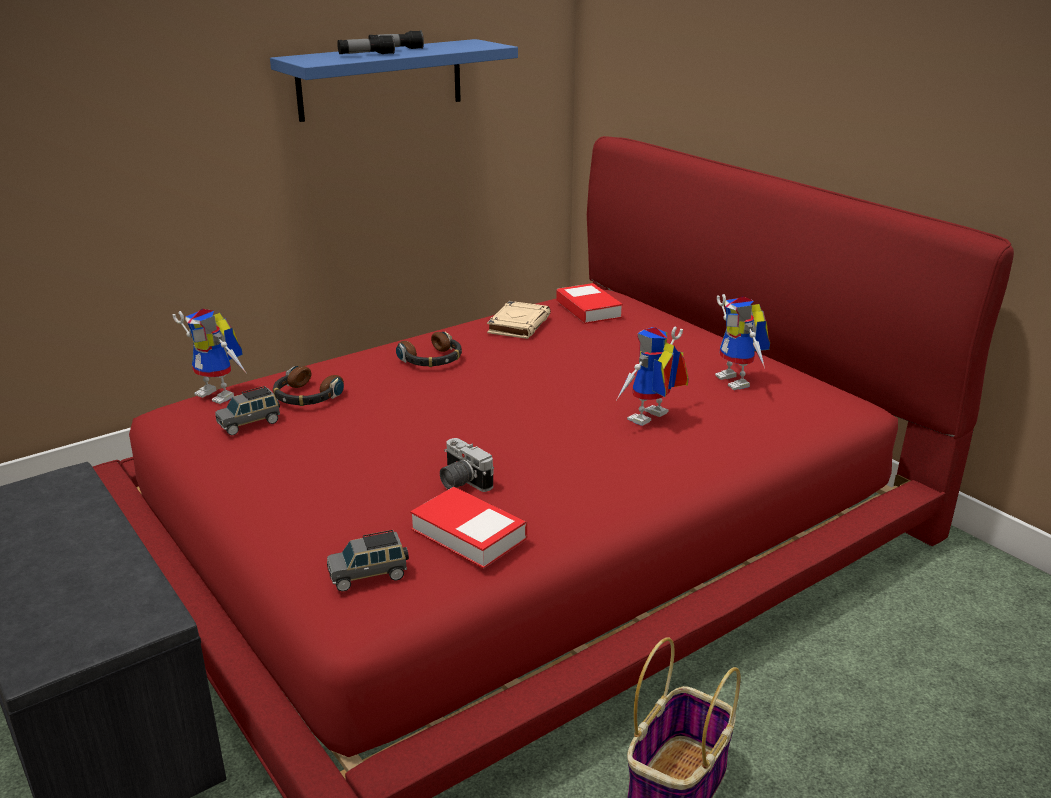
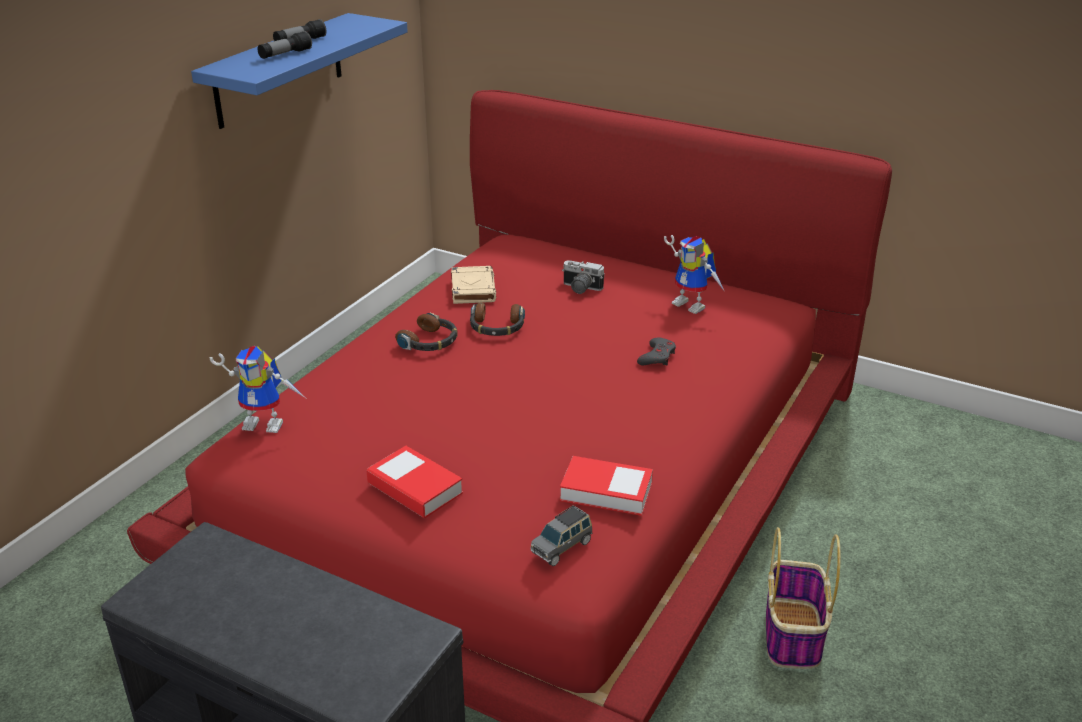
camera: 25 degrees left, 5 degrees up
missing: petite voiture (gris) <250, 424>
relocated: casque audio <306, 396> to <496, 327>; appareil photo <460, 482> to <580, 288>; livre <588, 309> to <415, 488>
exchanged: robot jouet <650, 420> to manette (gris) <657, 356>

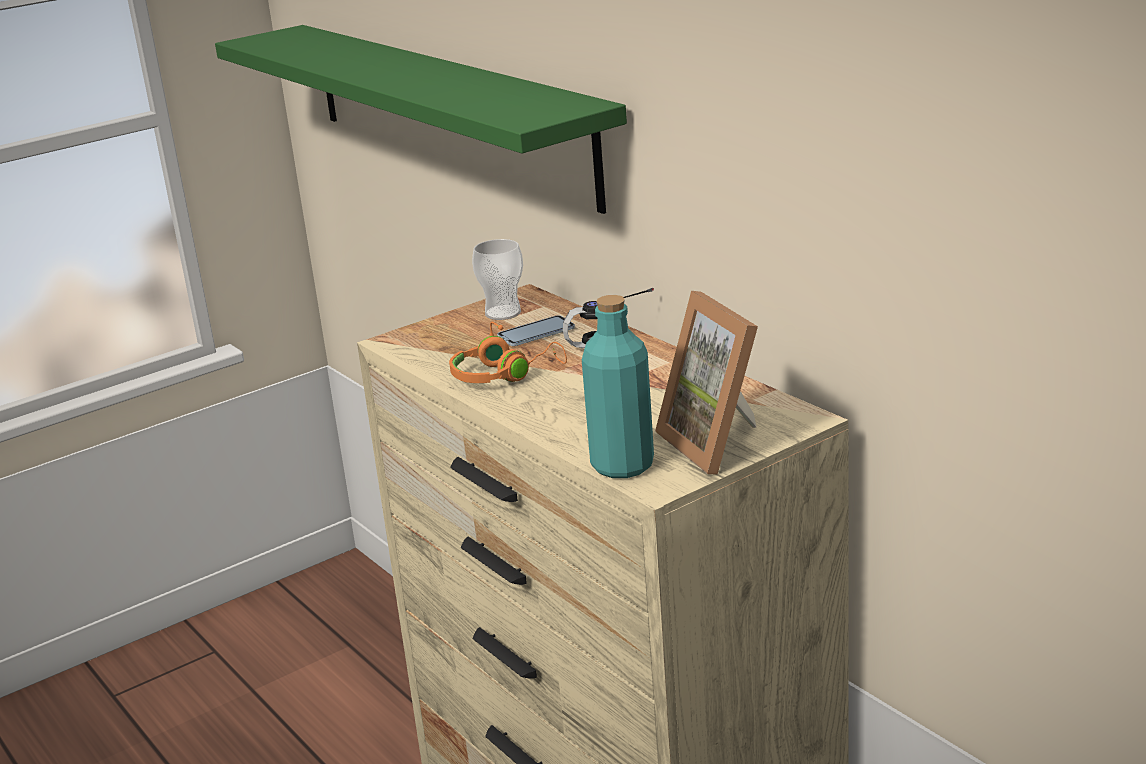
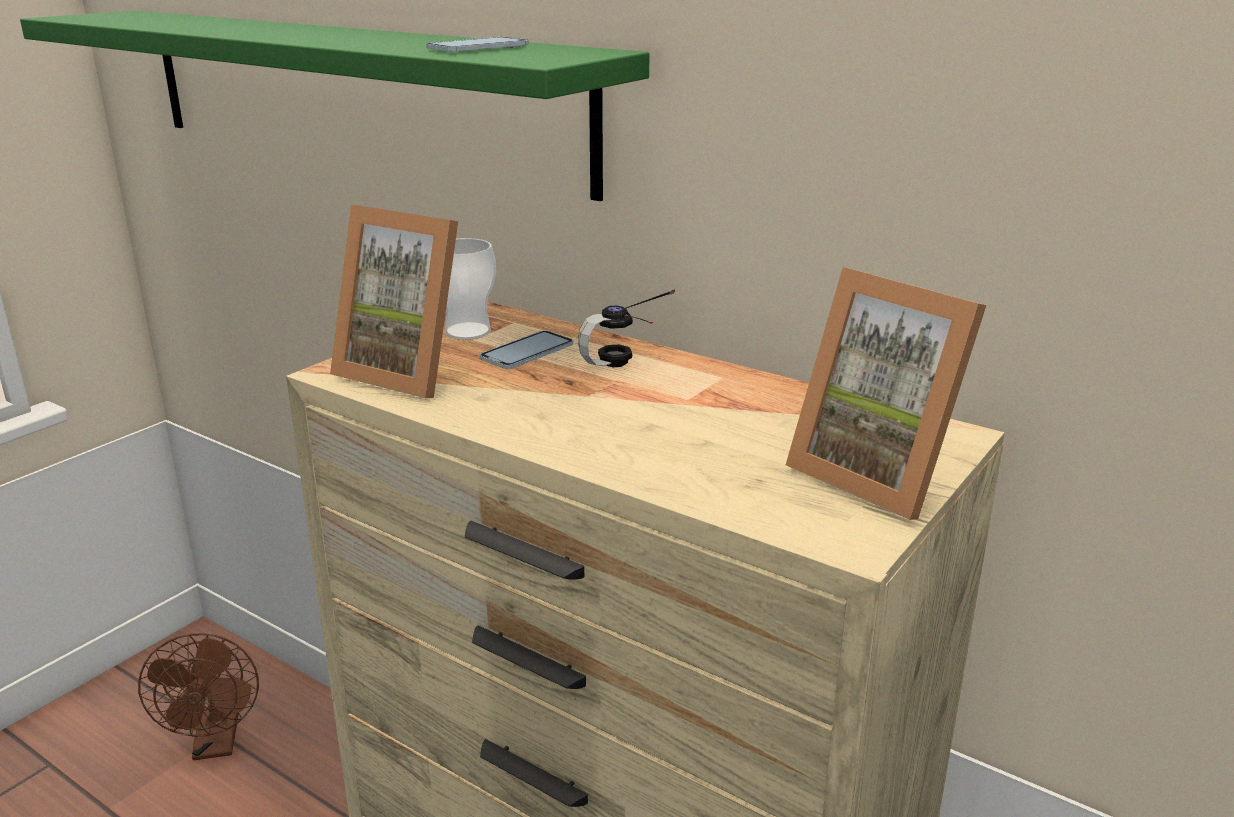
camera: 20 degrees left, 0 degrees up
missing: casque audio (orange) <504, 375>; bouteille (turquoise) <622, 465>
appeared: ventilateur (marron) <216, 744>; cadre photo <409, 372>; téléphone <478, 48>

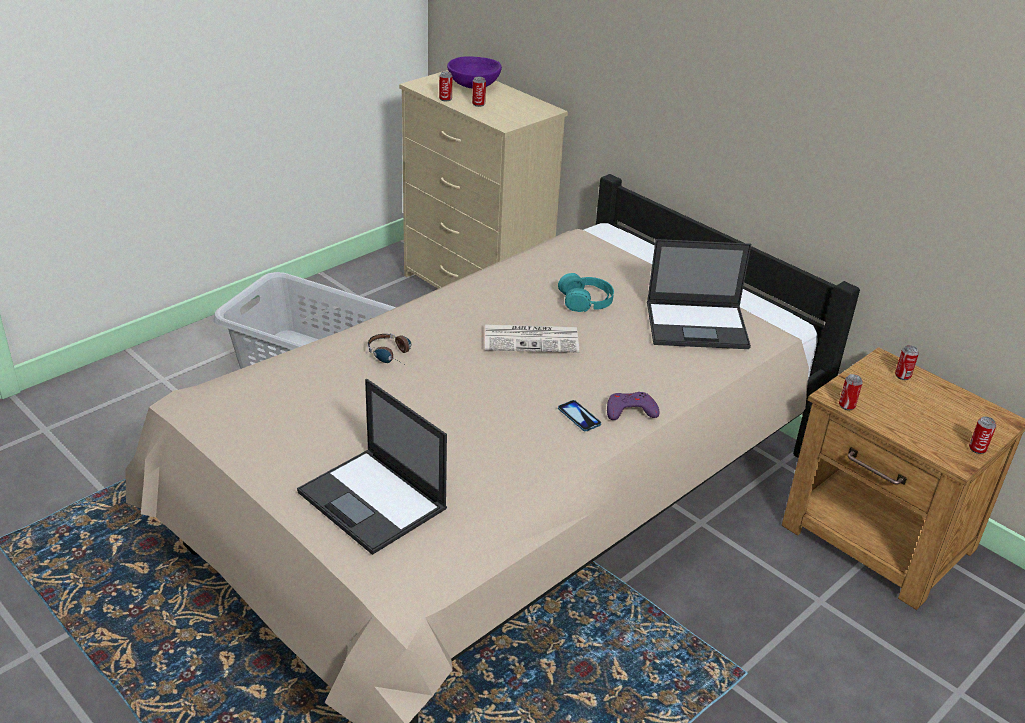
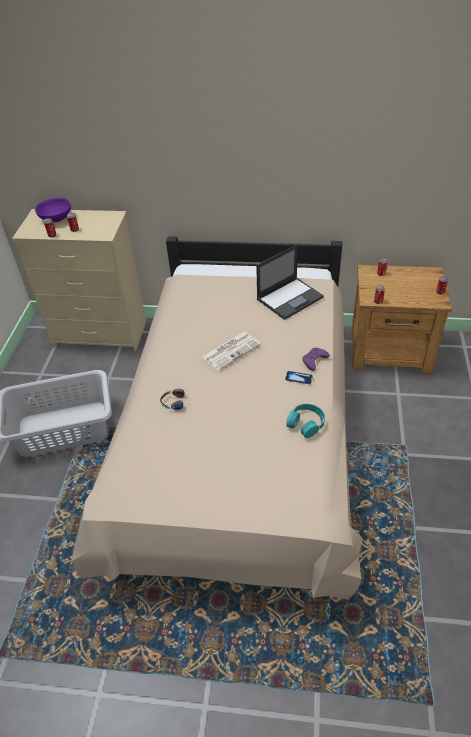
camera: 35 degrees left, 10 degrees up
missing: ordinateur portable <373, 501>
relocated: casque audio (turquoise) <586, 300> to <306, 423>

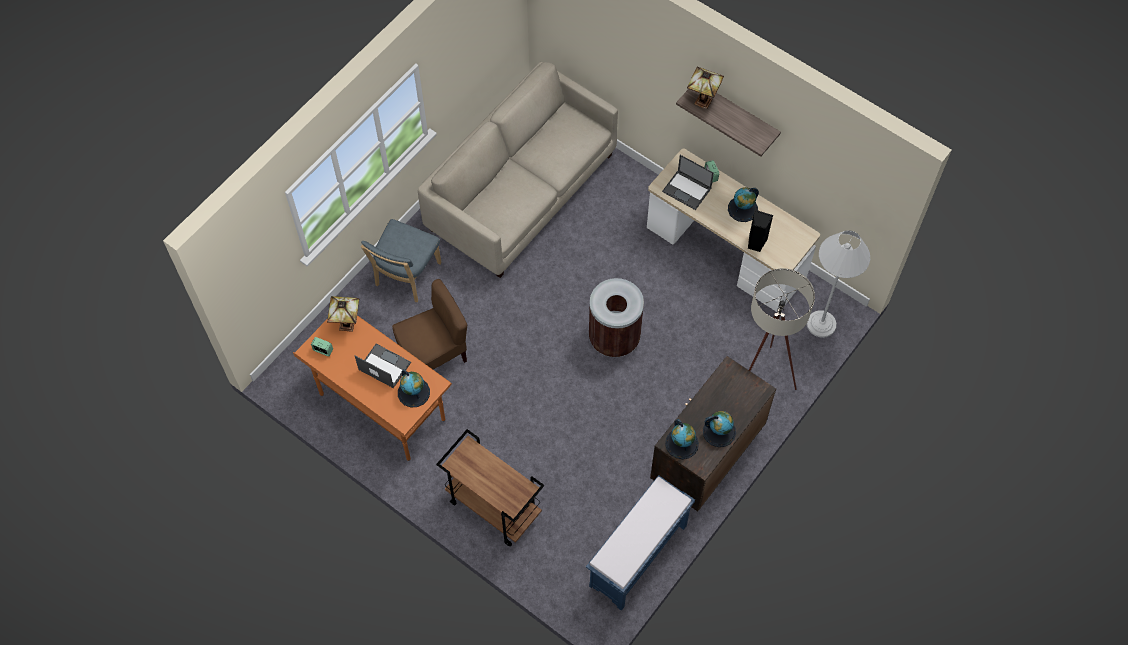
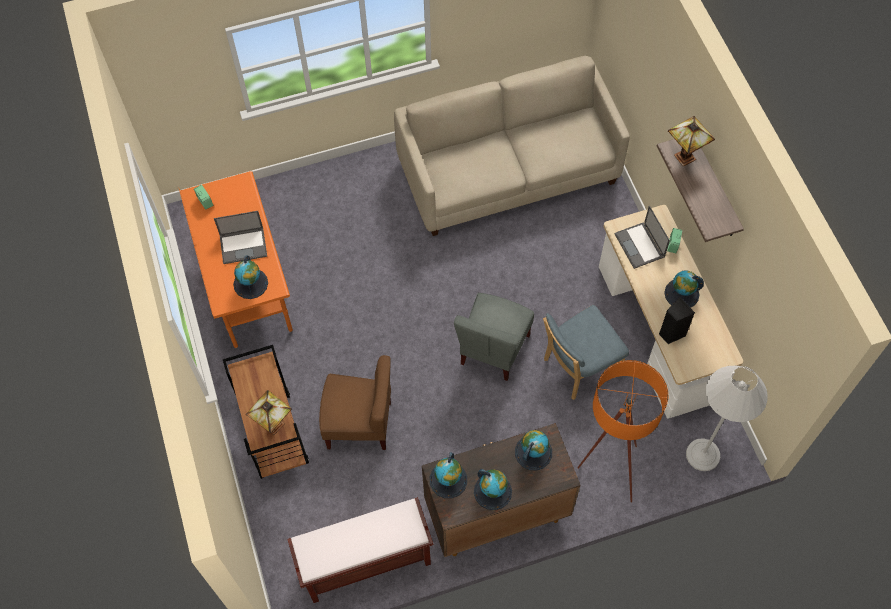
camera: 35 degrees right, 0 degrees up
appeared: globe <533, 452>
relocated: lampe de table <348, 324> to <275, 425>; chaise (bleu) <406, 276> to <578, 367>; chaise (marron) <433, 355> to <360, 424>
exchanged: poubelle (marron) <614, 338> to chaise (gris) <493, 349>
colour: banc (bleu) <637, 557> to banc (marron) <365, 563>; lampadaire (beige) <762, 377> to lampadaire (orange) <607, 470>
spun: ordinateur portable <384, 366> = <244, 245> 105 degrees clockwise

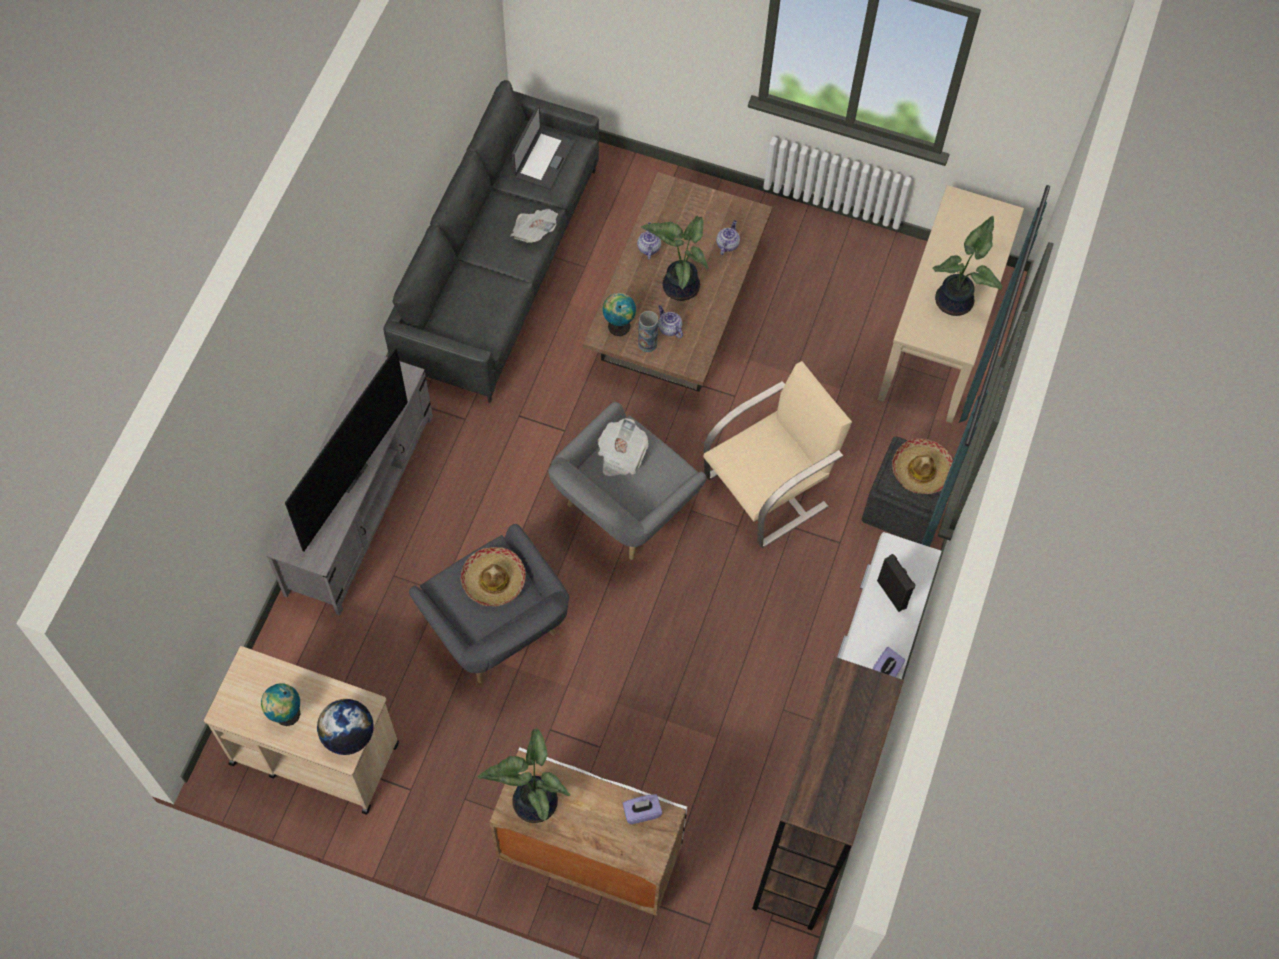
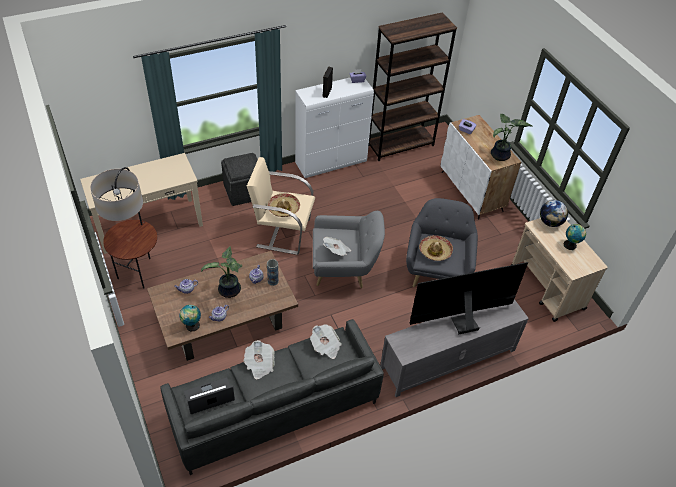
camera: 135 degrees left, 15 degrees down
missing: plante en pot <956, 301>
appeared: lampadaire <139, 272>; journal <325, 346>
relocated: globe <618, 325> to <192, 326>; chapeau <921, 471> to <283, 208>

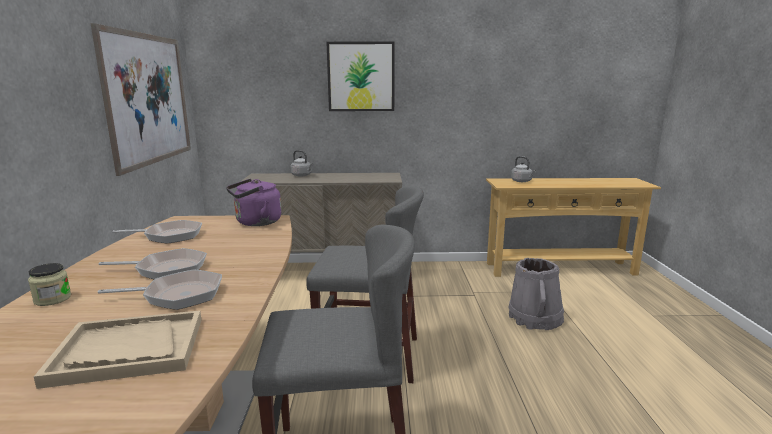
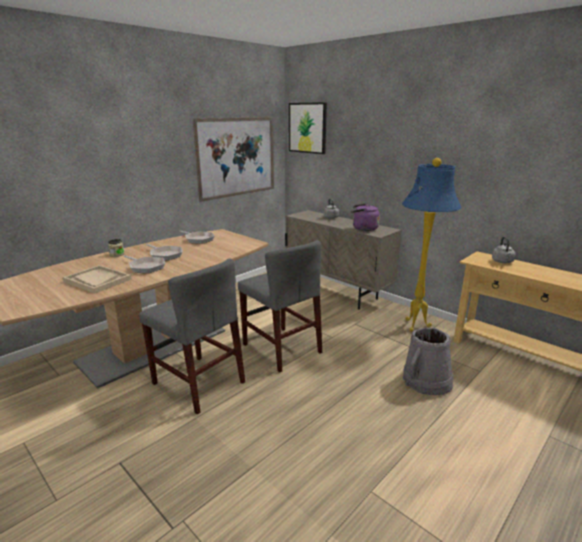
camera: 45 degrees right, 5 degrees up
appeared: lampadaire (bleu) <416, 326>
relocated: bouilloire (violet) <256, 223> to <363, 229>; tableau <361, 77> to <307, 128>

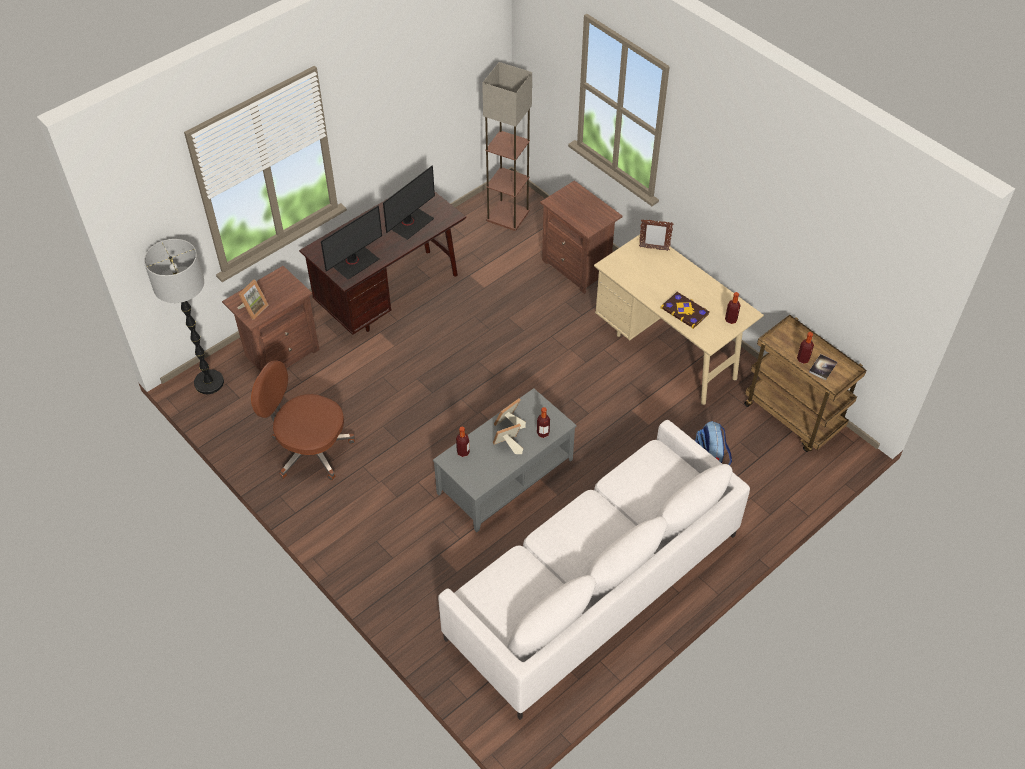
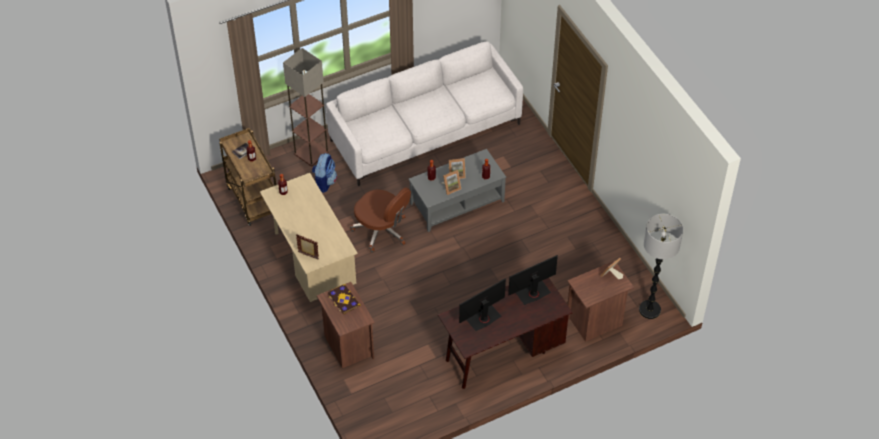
camera: 165 degrees left, 0 degrees up
relocated: chaise de bureau (marron) <309, 449> to <381, 231>; lampadaire <507, 216> to <312, 153>; livre <685, 311> to <343, 300>

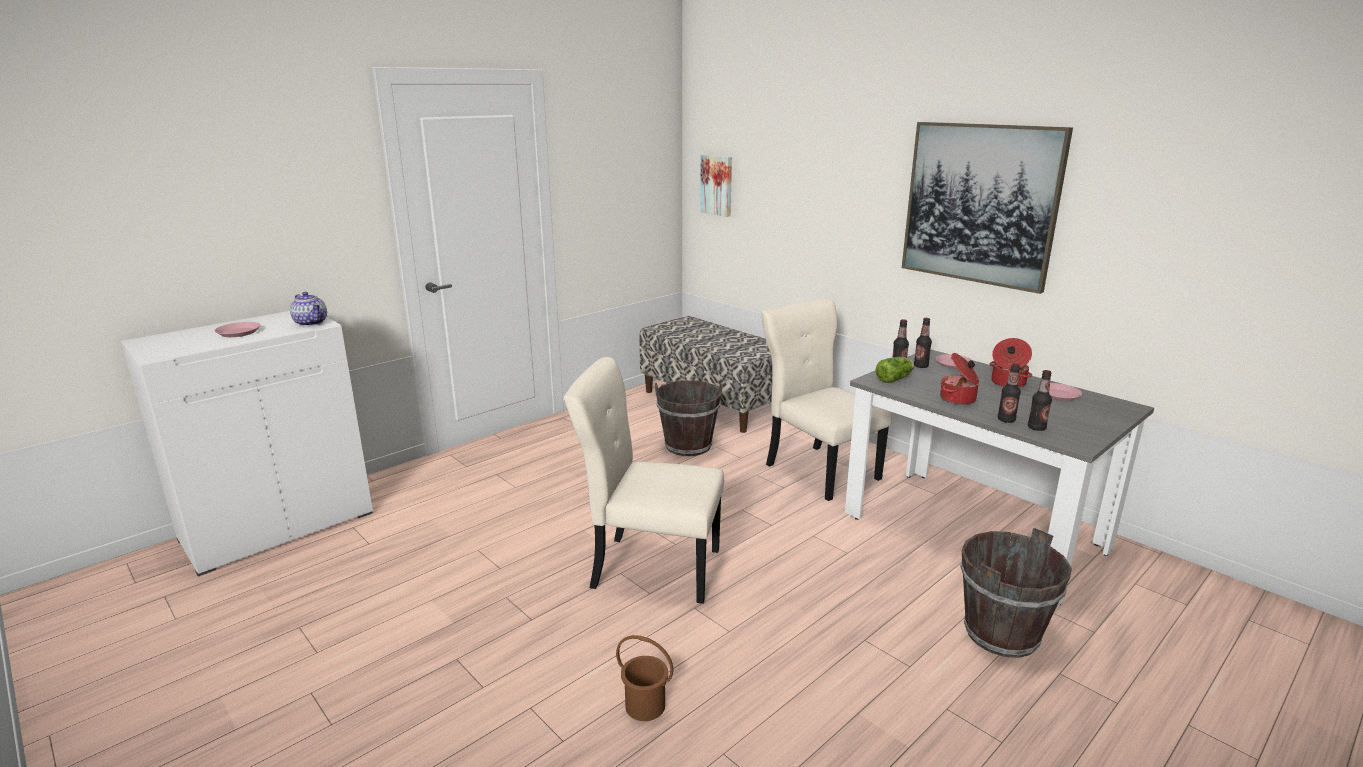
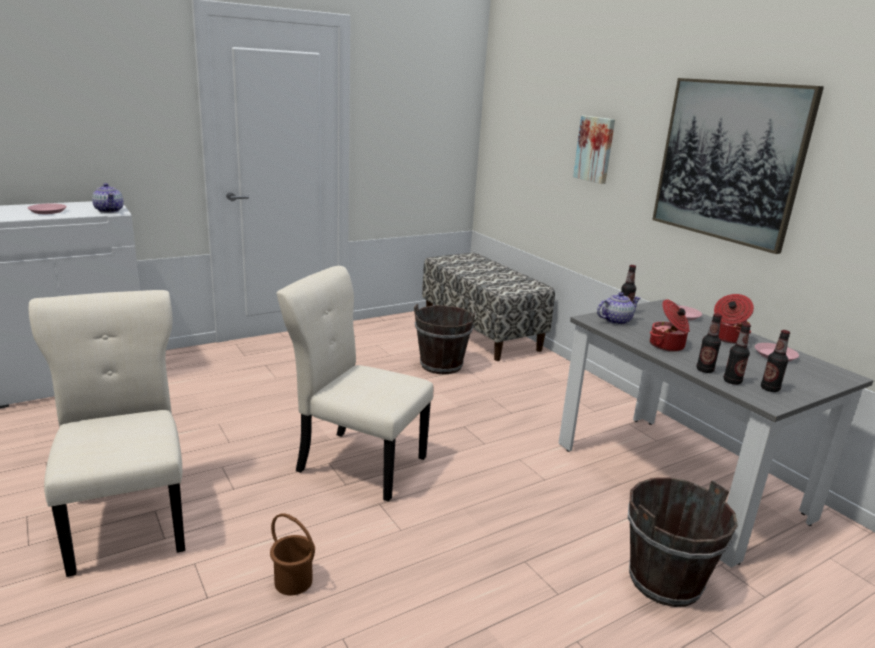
camera: 10 degrees right, 0 degrees up
relocated: tableau <717, 185> to <595, 149>; chaise (beige) <819, 470> to <128, 519>; bouteille <921, 366> to <769, 389>
exchanged: laitue <895, 379> to théière <615, 321>

